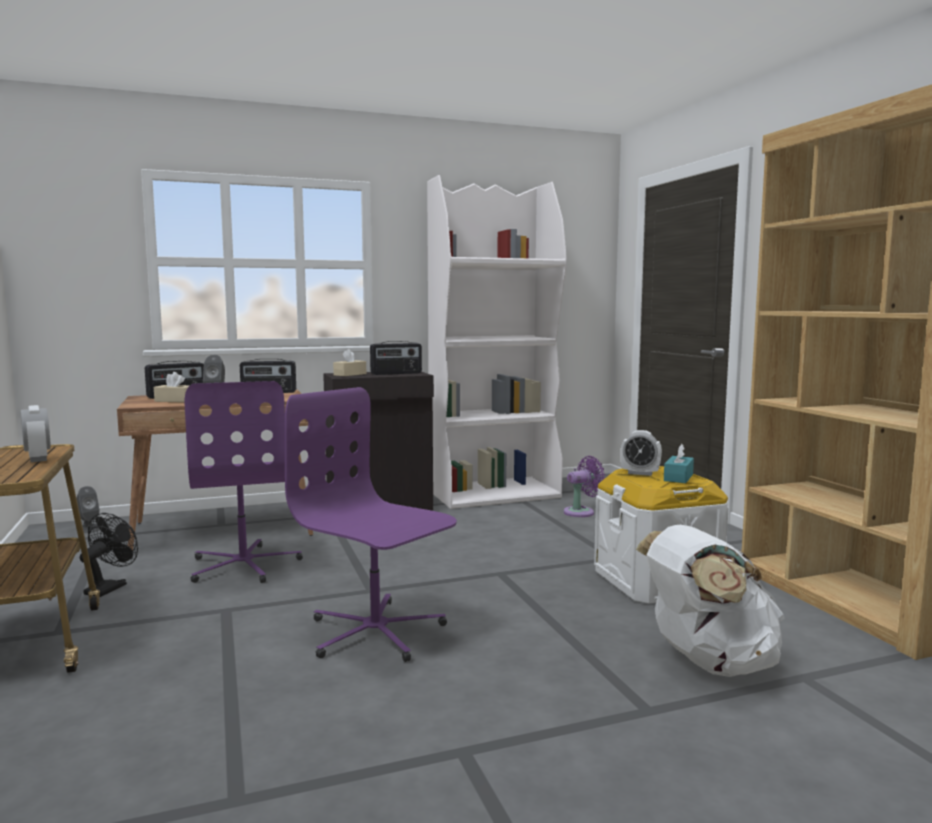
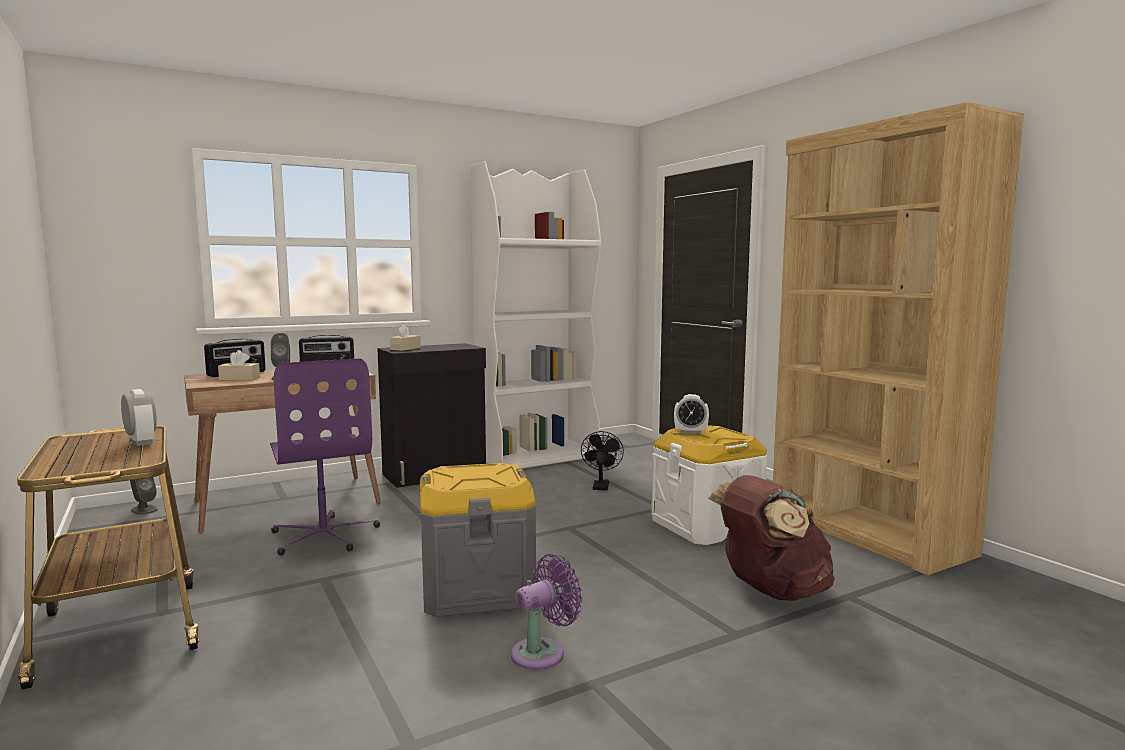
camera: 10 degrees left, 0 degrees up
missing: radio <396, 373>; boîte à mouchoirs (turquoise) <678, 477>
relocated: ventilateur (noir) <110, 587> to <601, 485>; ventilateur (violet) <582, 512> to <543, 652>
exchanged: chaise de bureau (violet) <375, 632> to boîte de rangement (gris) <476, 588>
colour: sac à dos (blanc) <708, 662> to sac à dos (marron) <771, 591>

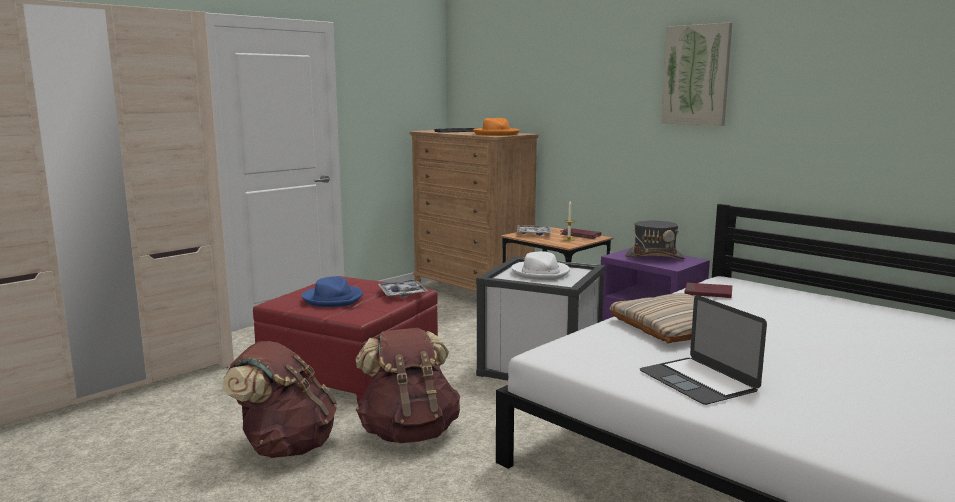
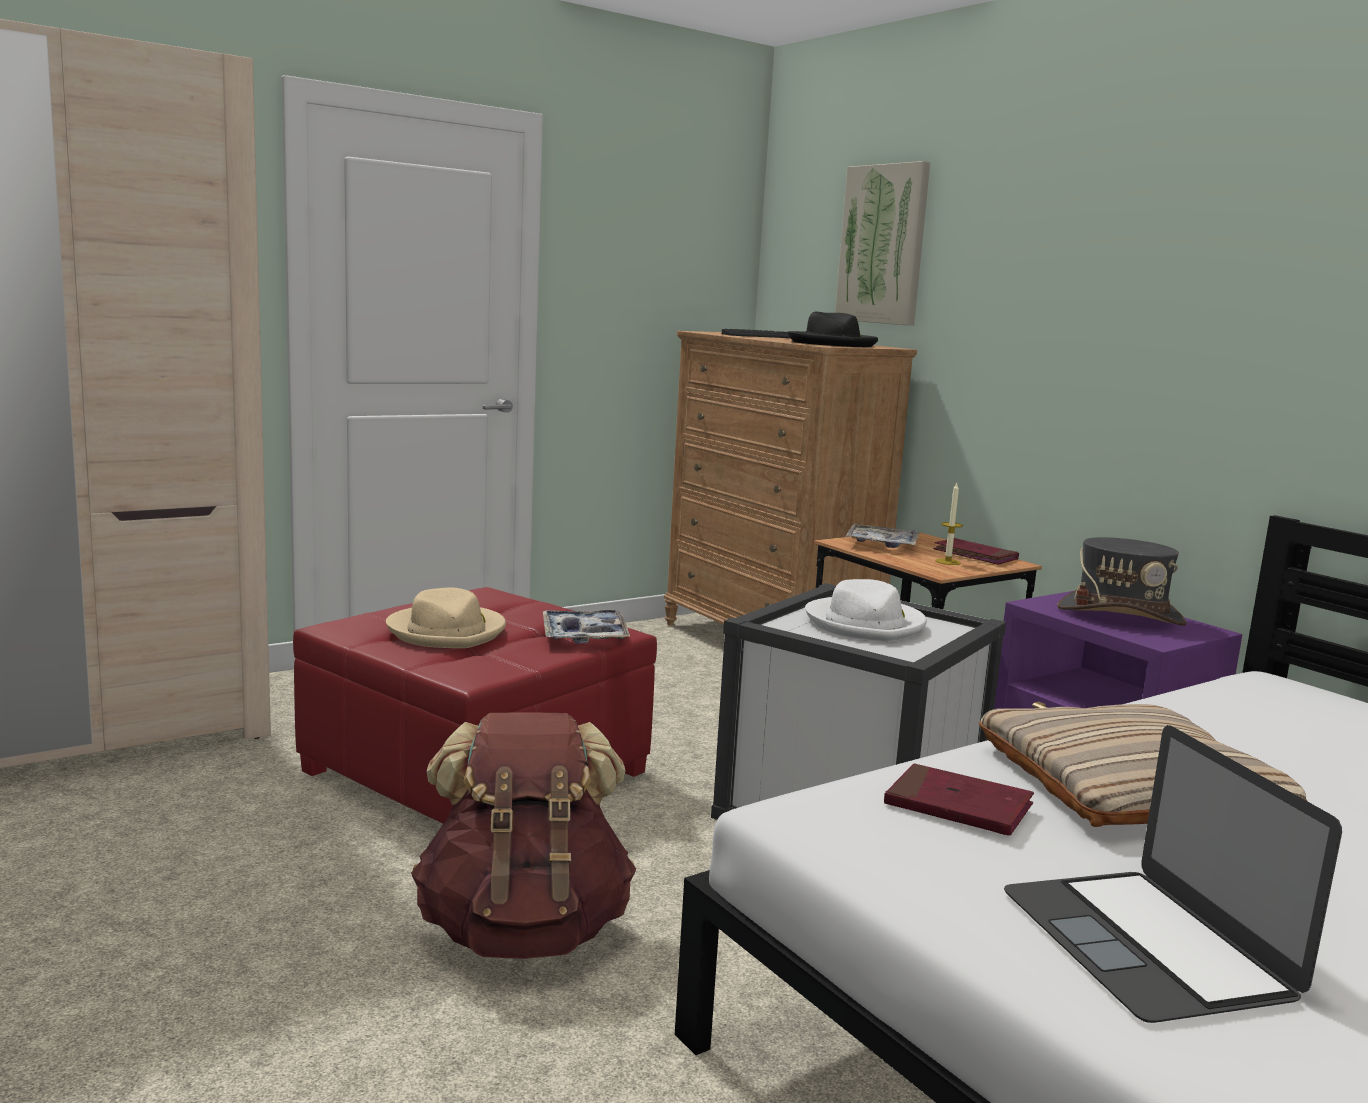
camera: 10 degrees right, 0 degrees up
missing: sac à dos (marron) <285, 447>
relocated: tableau <696, 75> to <883, 244>; livre (rouge) <708, 293> to <958, 806>
colour: chapeau (bleu) <333, 299> to chapeau (beige) <447, 631>; chapeau (orange) <496, 134> to chapeau (noir) <832, 344>

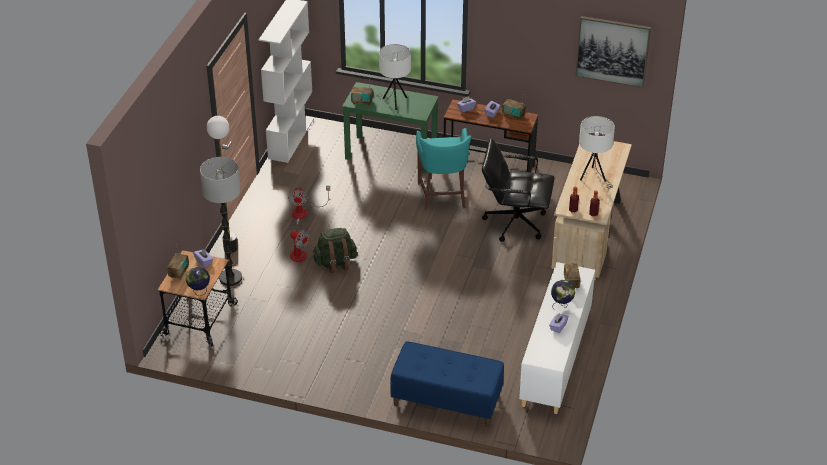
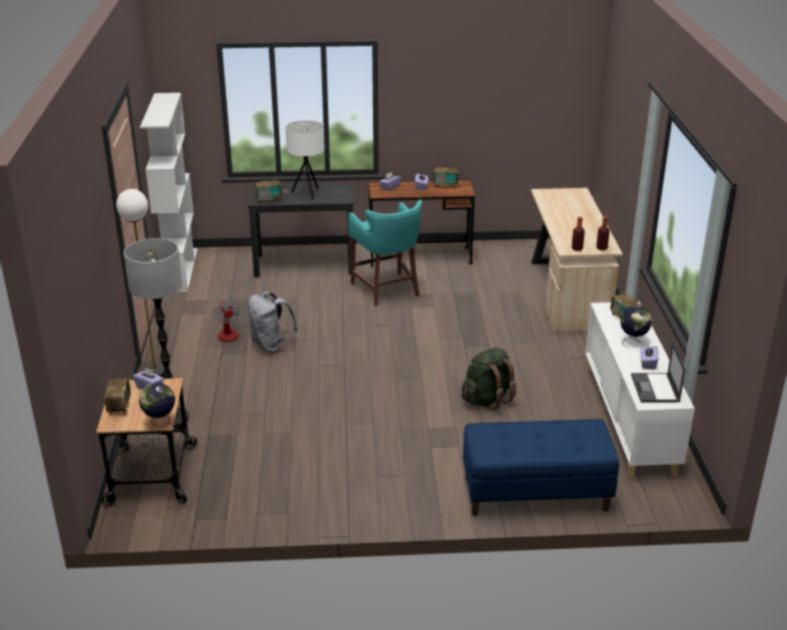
camera: 20 degrees left, 10 degrees down
missing: ventilateur <298, 252>; chaise de bureau (noir) <514, 222>; tableau <612, 51>; lampe de table (blanc) <593, 177>
appeared: sac à dos (gris) <271, 345>; ordinateur portable <655, 388>
relocated: sac à dos (vert) <335, 263> to <487, 399>
colour: bureau (vert) <391, 154> to bureau (noir) <305, 264>

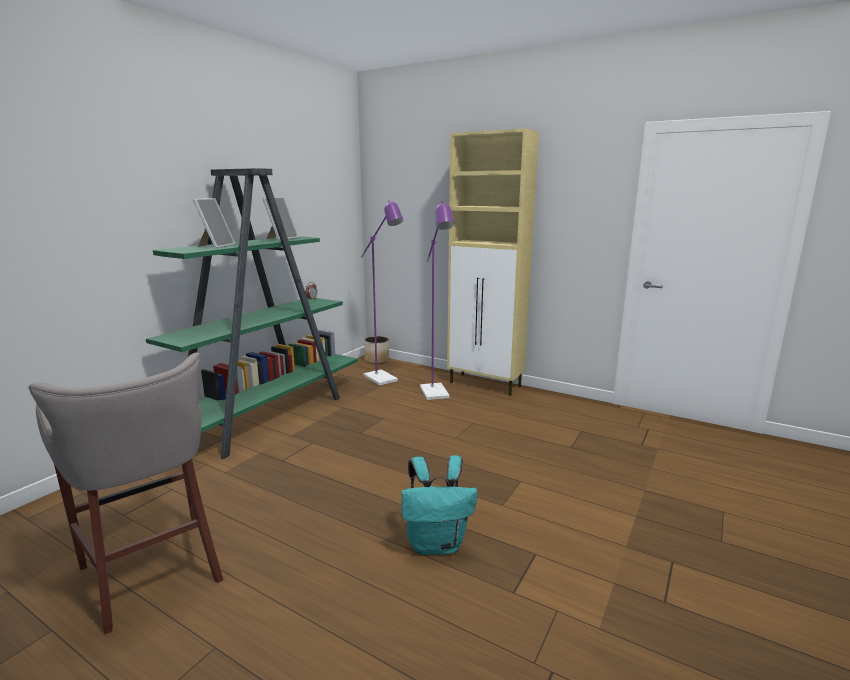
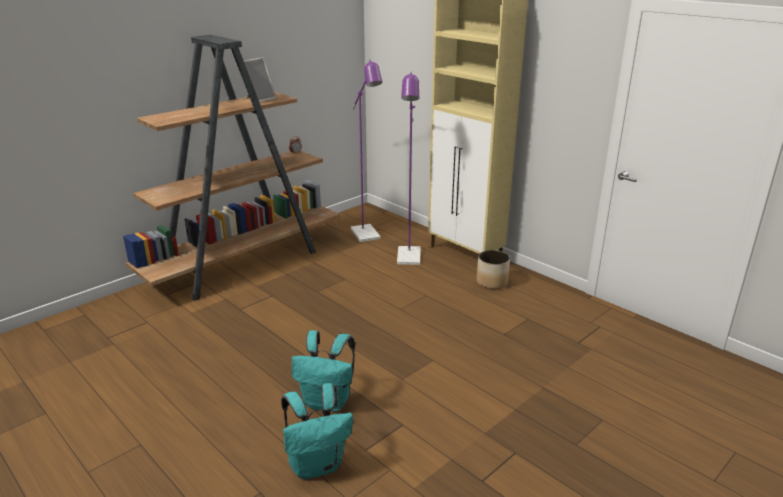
camera: 15 degrees right, 10 degrees up
missing: tabouret (gris) <154, 574>; cadre photo <215, 246>
appeared: sac à dos (turquoise) <317, 465>
relocated: cache-pot <377, 360> to <492, 282>
colour: bibliothèque (vert) <267, 416> to bibliothèque (marron) <244, 263>

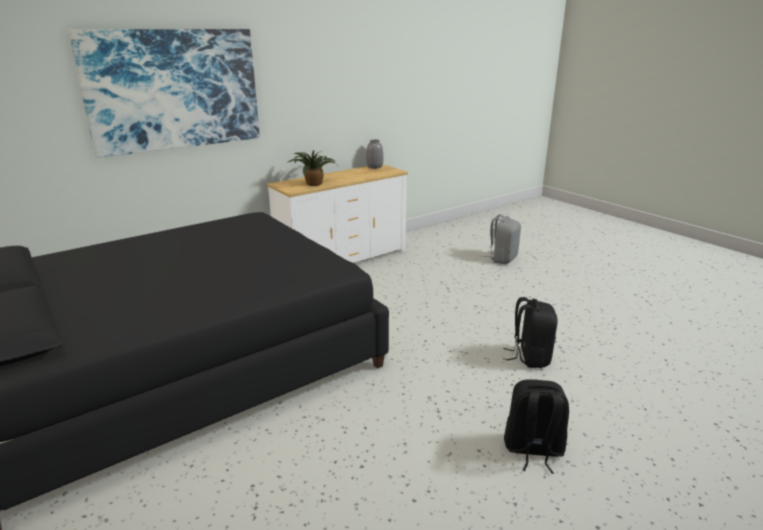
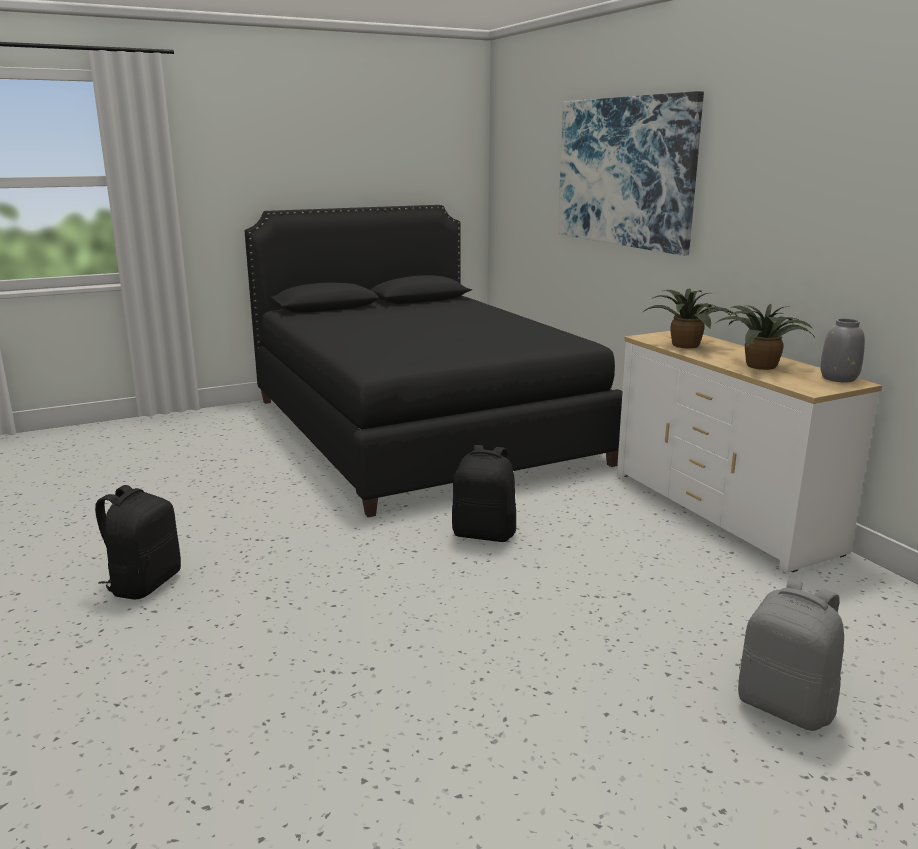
camera: 100 degrees right, 5 degrees down
appeared: plante en pot <759, 365>
relocated: sac à dos (noir) <530, 357> to <484, 534>

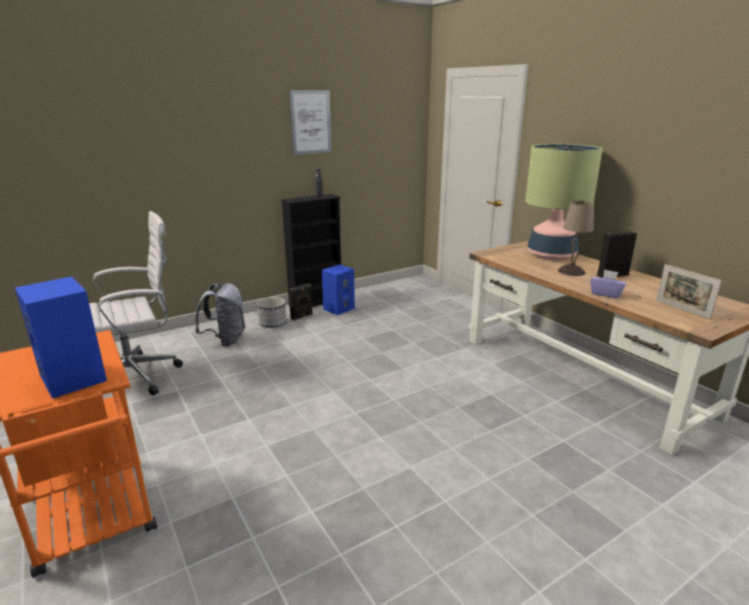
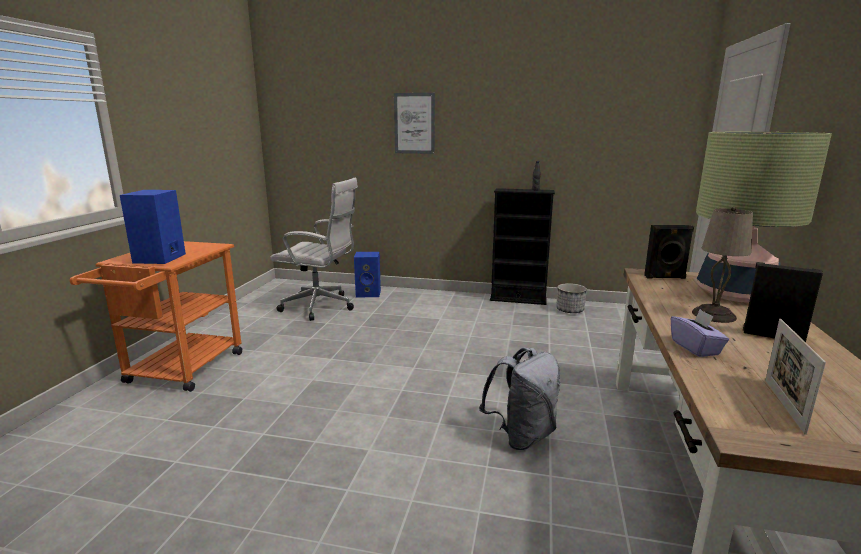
camera: 45 degrees right, 5 degrees down
relocated: sac à dos (gris) <225, 340> to <522, 436>; cache-pot <273, 324> to <570, 310>; enceinte (noir) <302, 316> to <665, 277>; tableau <311, 122> to <414, 123>; enceinte (bleu) <339, 308> to <369, 293>

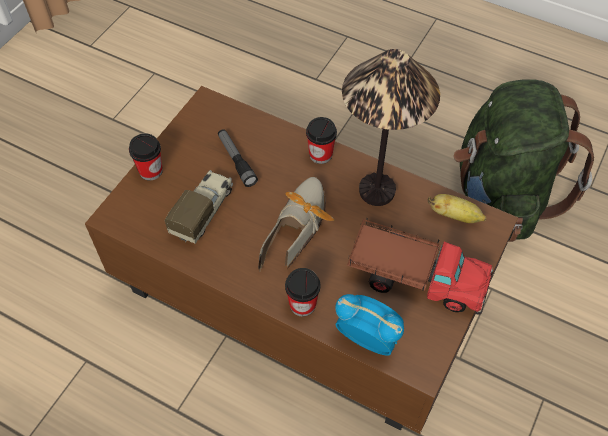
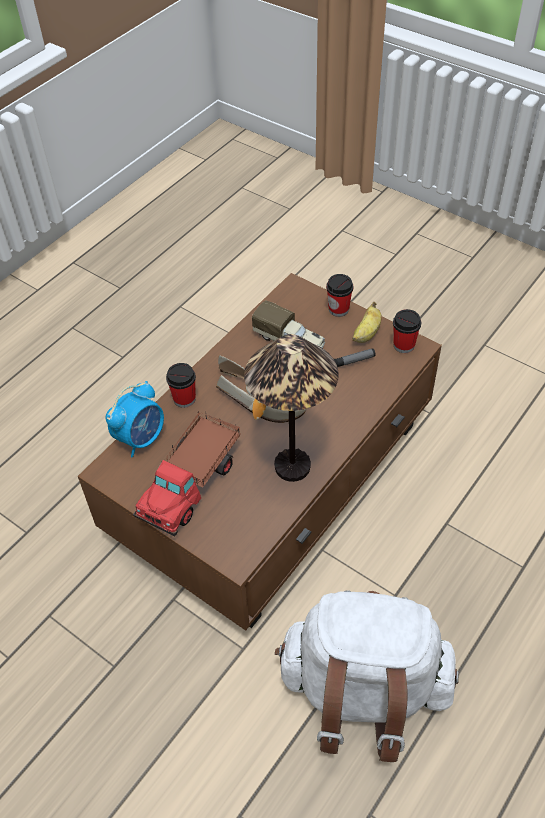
camera: 100 degrees right, 5 degrees down
relocated: tasse <320, 154> to <404, 345>; banane <455, 216> to <366, 334>
colour: sac à dos (vert) <500, 197> to sac à dos (blanc) <363, 691>

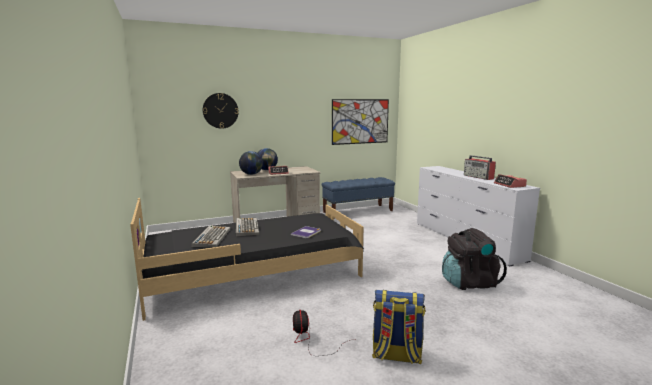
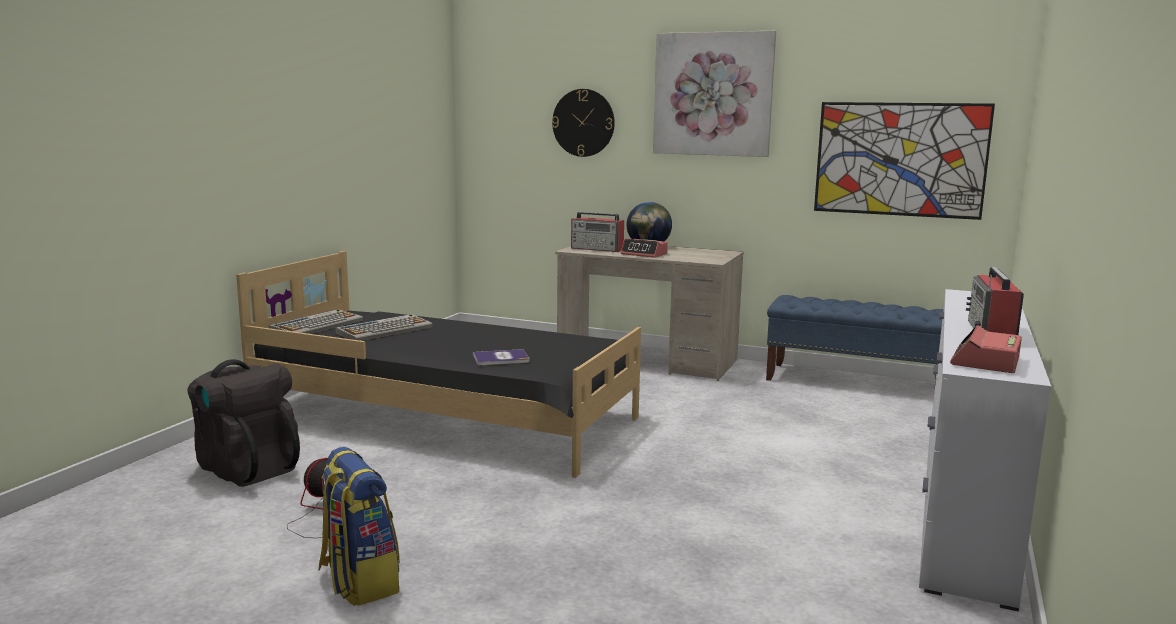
camera: 45 degrees right, 0 degrees up
appeared: tableau <713, 94>
relocated: clavier <246, 227> to <317, 325>; sac à dos (noir) <469, 283> to <246, 468>
exchanged: globe <251, 174> to radio <597, 249>

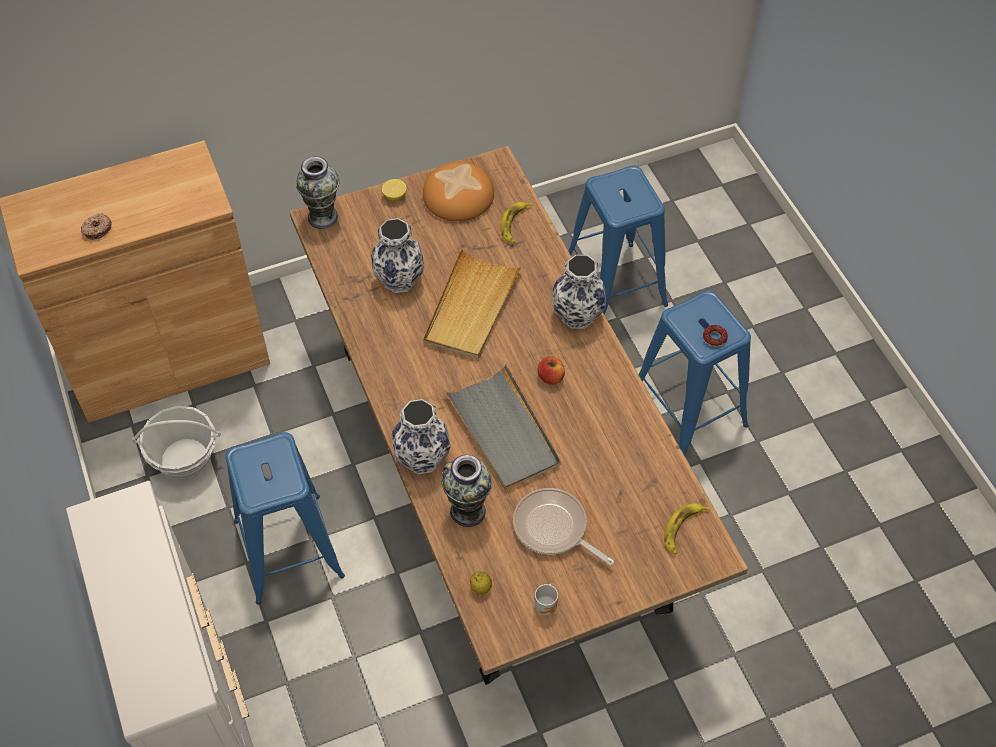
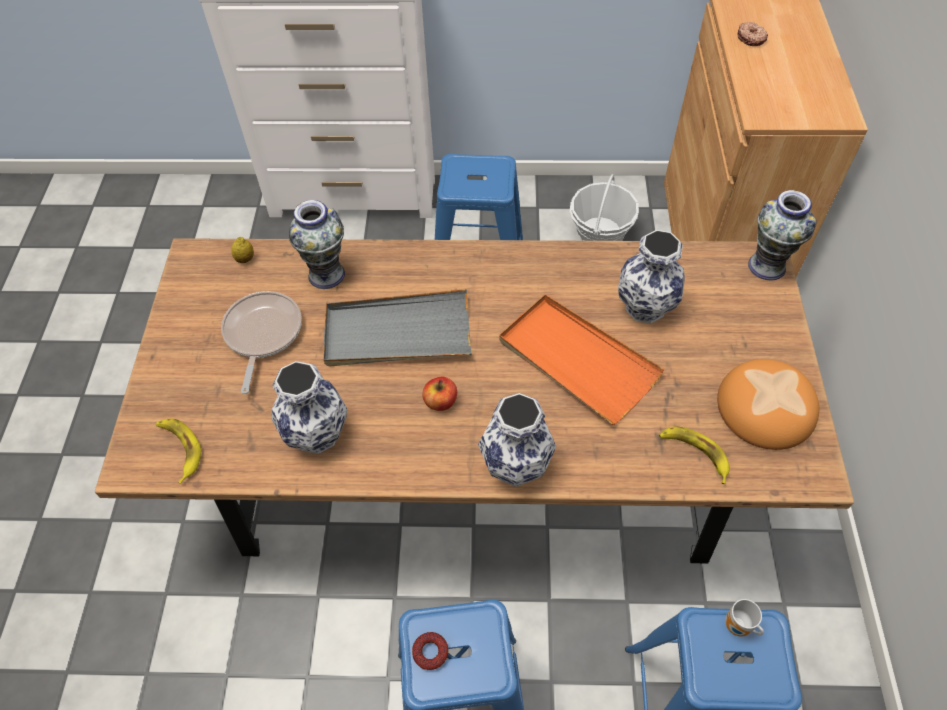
camera: 115 degrees right, 0 degrees up
missing: citron <394, 196>
relocated: vase <422, 459> to <315, 434>; mug <547, 606> to <738, 627>
colour: plateau (beige) <471, 307> to plateau (orange) <576, 360>
spun: poêle <553, 528> = <262, 334> 60 degrees counterclockwise

